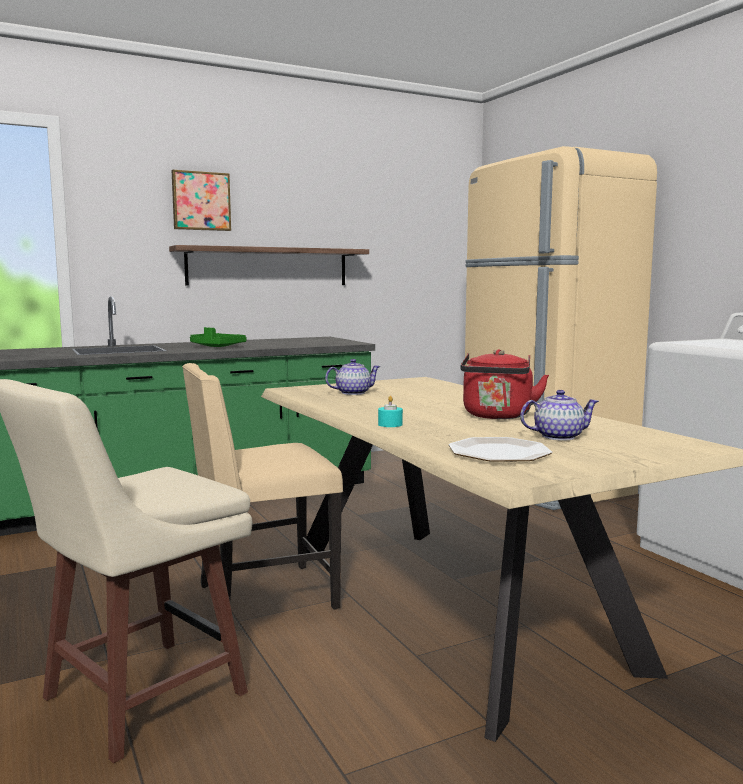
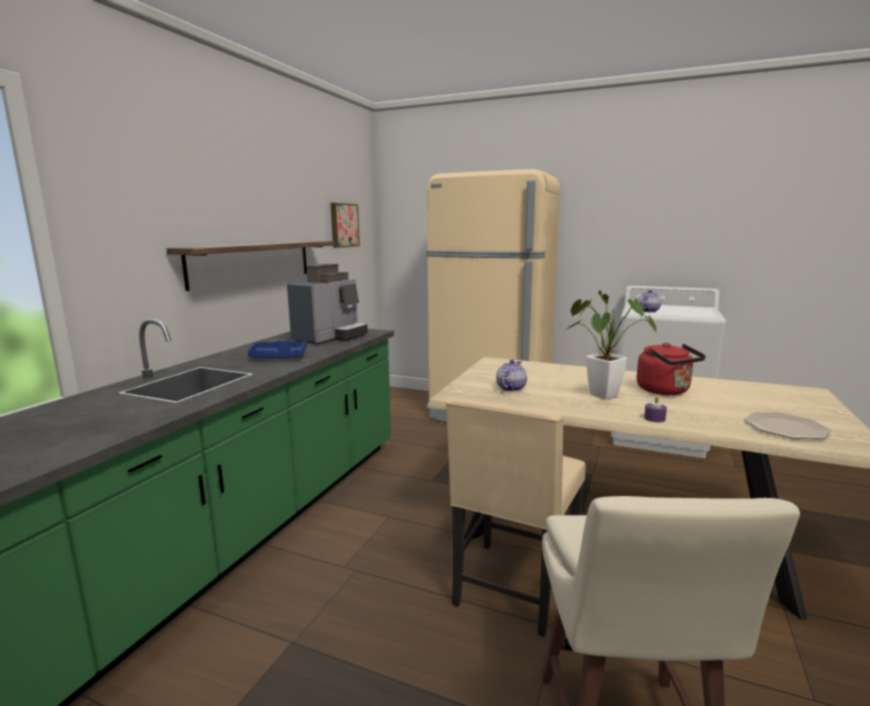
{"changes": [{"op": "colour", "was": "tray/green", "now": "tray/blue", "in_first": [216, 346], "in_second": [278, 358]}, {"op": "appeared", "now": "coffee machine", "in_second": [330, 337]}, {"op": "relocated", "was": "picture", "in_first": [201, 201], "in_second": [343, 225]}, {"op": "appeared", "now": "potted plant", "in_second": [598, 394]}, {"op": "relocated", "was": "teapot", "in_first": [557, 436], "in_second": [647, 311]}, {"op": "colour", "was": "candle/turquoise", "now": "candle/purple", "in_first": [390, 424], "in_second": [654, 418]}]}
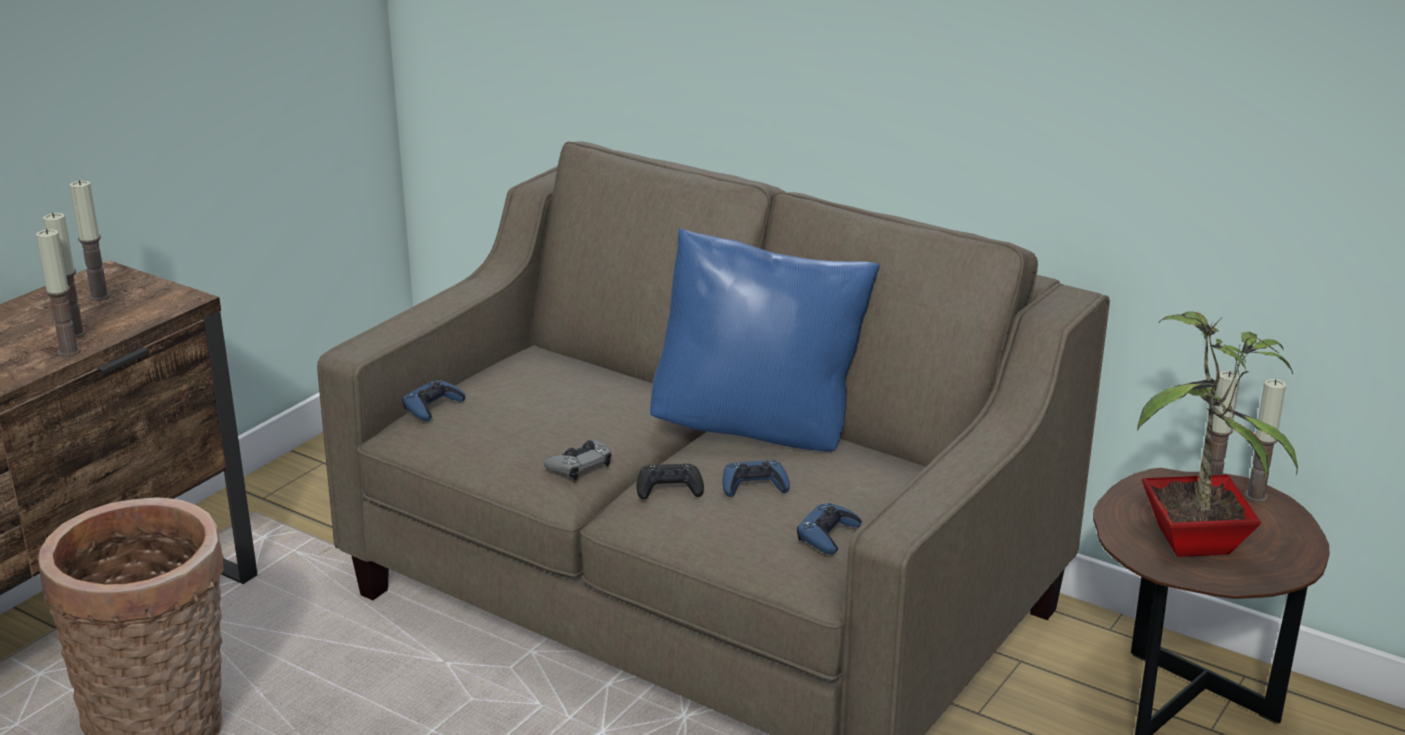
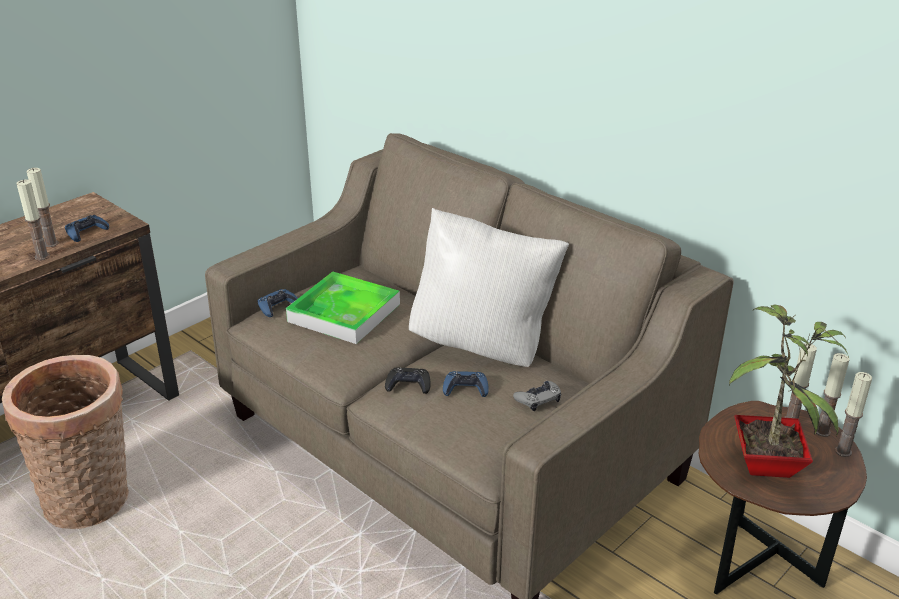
{"changes": [{"op": "relocated", "was": "game controller/blue", "in_first": [827, 535], "in_second": [86, 232]}, {"op": "appeared", "now": "tray", "in_second": [344, 313]}, {"op": "colour", "was": "pillow/blue", "now": "pillow/white", "in_first": [760, 431], "in_second": [484, 346]}, {"op": "relocated", "was": "game controller/grey", "in_first": [579, 465], "in_second": [538, 399]}, {"op": "relocated", "was": "candle", "in_first": [99, 296], "in_second": [843, 451]}]}
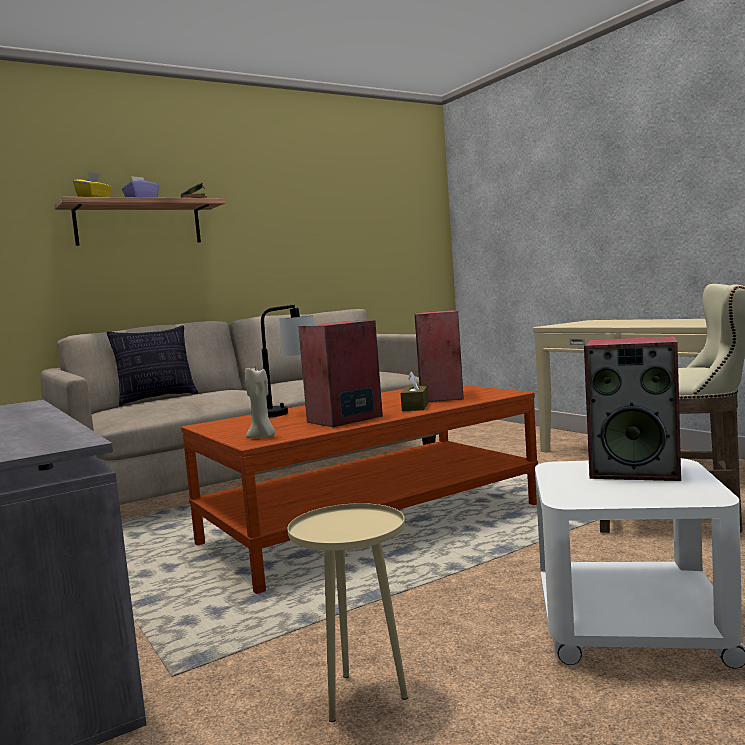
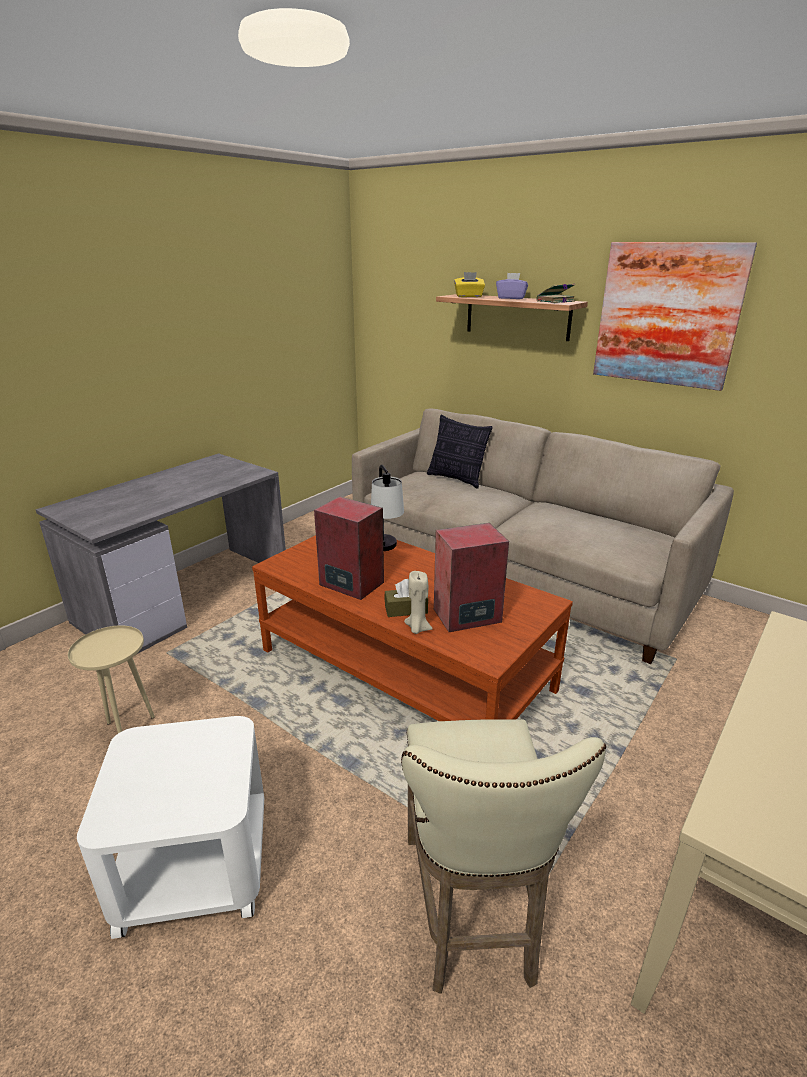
{"changes": [{"op": "relocated", "was": "candle/beige", "in_first": [262, 437], "in_second": [417, 628]}, {"op": "appeared", "now": "picture", "in_second": [667, 315]}, {"op": "missing", "was": "speaker", "in_first": [636, 470]}]}
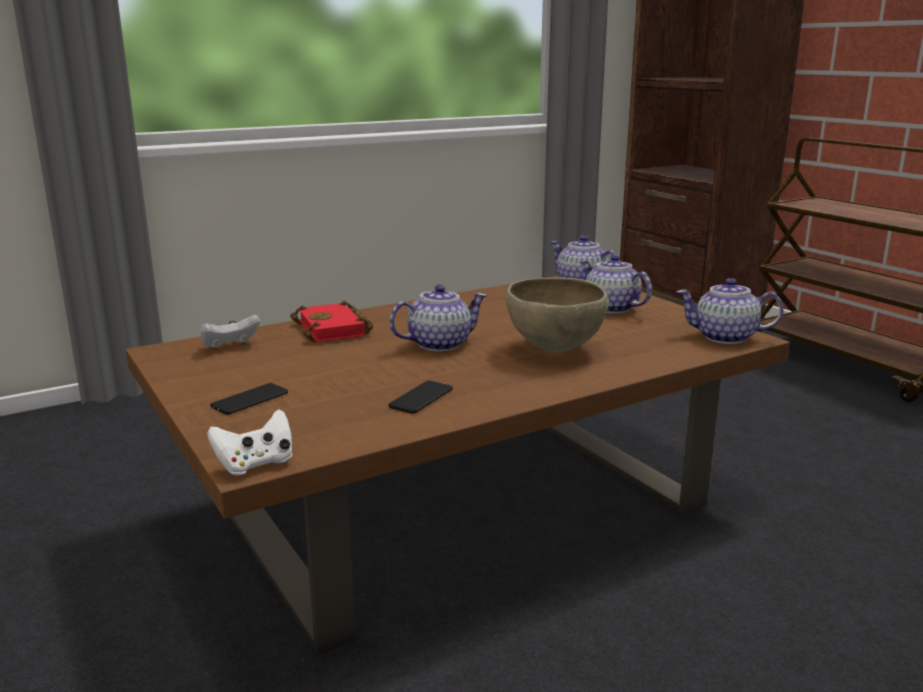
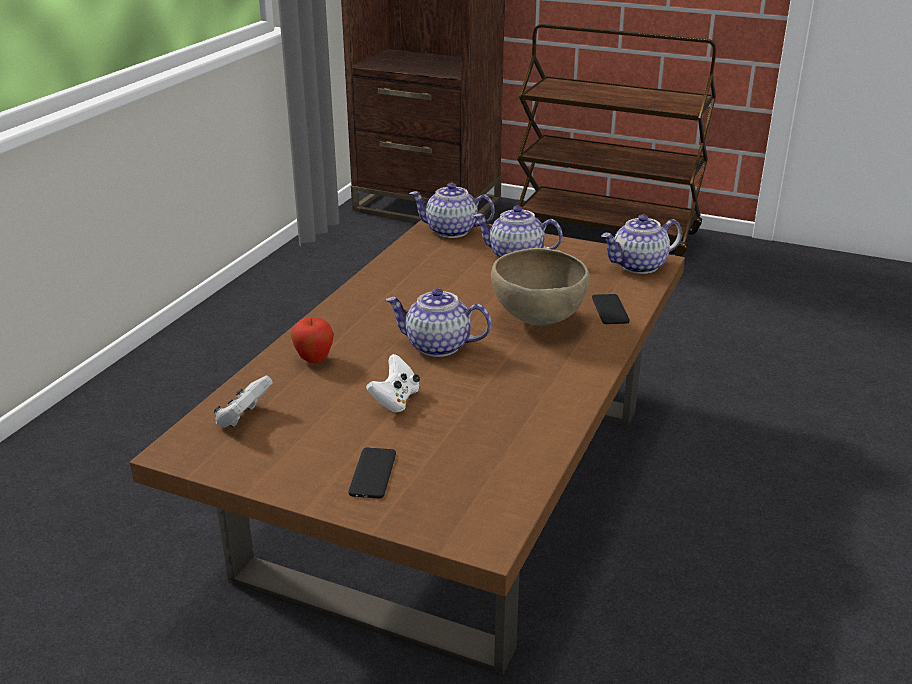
{"changes": [{"op": "exchanged", "was": "book/red", "now": "apple", "in_first": [335, 329], "in_second": [314, 360]}, {"op": "relocated", "was": "game controller/white", "in_first": [256, 464], "in_second": [395, 400]}, {"op": "spun", "was": "teapot", "in_first": [439, 344], "in_second": [437, 346], "clockwise": -105}, {"op": "relocated", "was": "phone", "in_first": [421, 398], "in_second": [610, 310]}]}
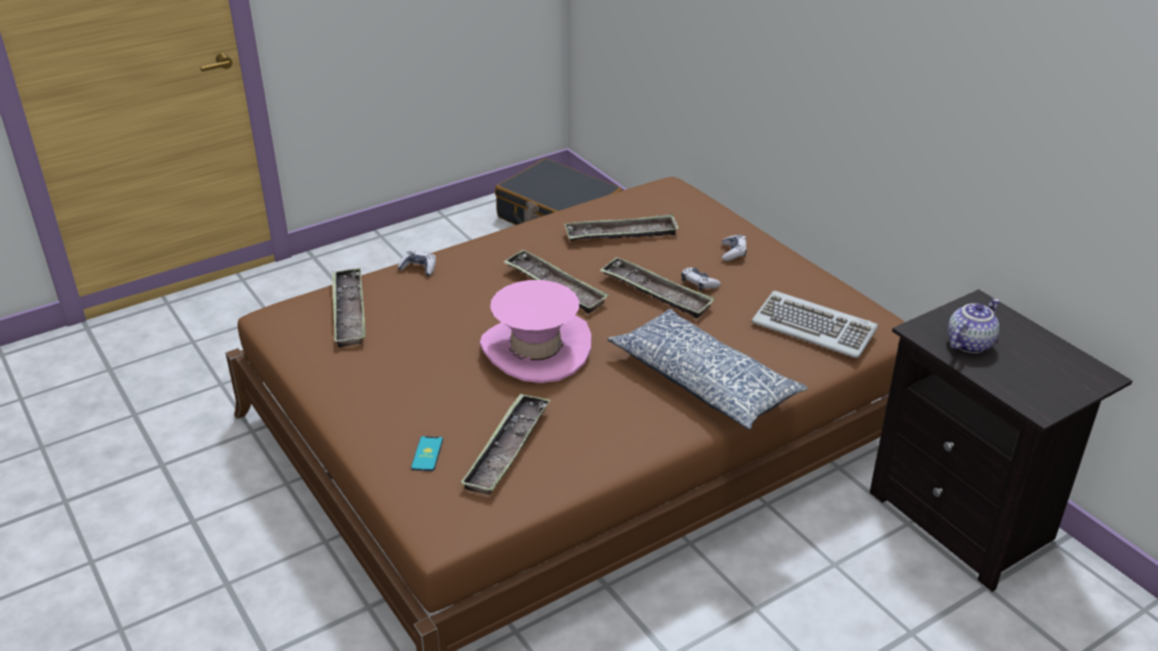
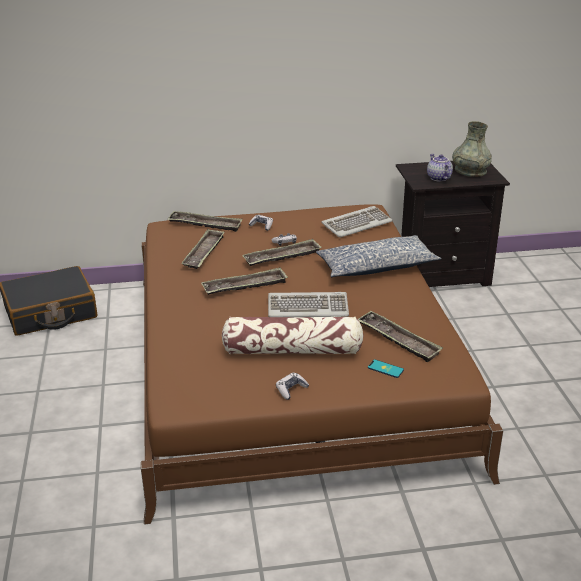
{"changes": [{"op": "relocated", "was": "tray", "in_first": [349, 312], "in_second": [205, 225]}, {"op": "appeared", "now": "pillow", "in_second": [293, 350]}, {"op": "exchanged", "was": "hat/pink", "now": "keyboard", "in_first": [536, 349], "in_second": [308, 307]}, {"op": "relocated", "was": "game controller", "in_first": [418, 268], "in_second": [291, 390]}, {"op": "appeared", "now": "vase/grey", "in_second": [470, 171]}]}
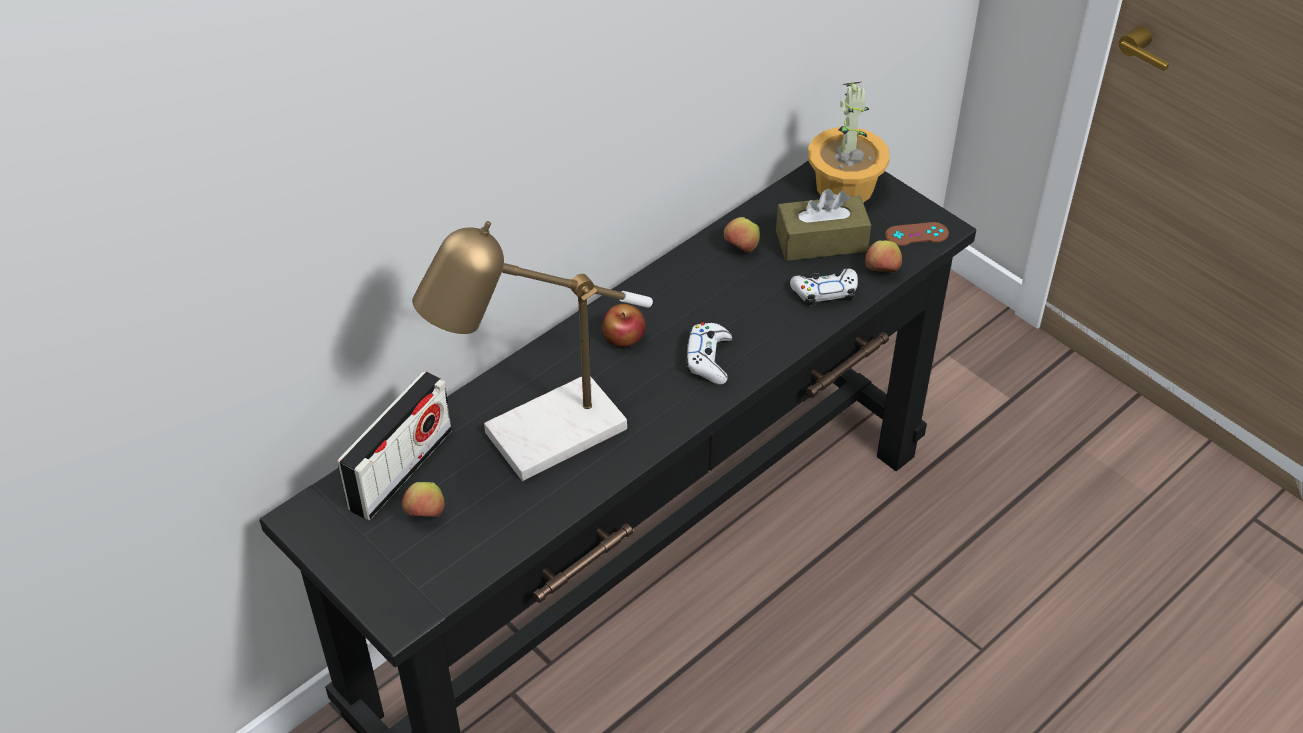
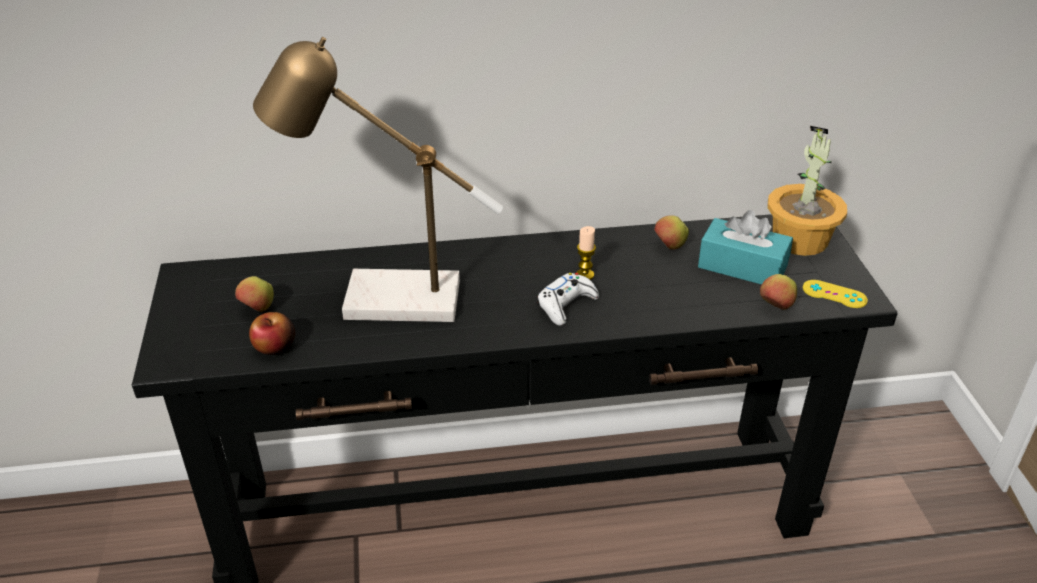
{"changes": [{"op": "relocated", "was": "apple", "in_first": [624, 337], "in_second": [275, 347]}, {"op": "appeared", "now": "candle", "in_second": [585, 275]}, {"op": "colour", "was": "tissue box/brown", "now": "tissue box/turquoise", "in_first": [821, 241], "in_second": [742, 267]}, {"op": "colour", "was": "game controller/brown", "now": "game controller/yellow", "in_first": [916, 234], "in_second": [834, 294]}, {"op": "missing", "was": "radio", "in_first": [400, 469]}, {"op": "missing", "was": "game controller/white", "in_first": [824, 291]}]}
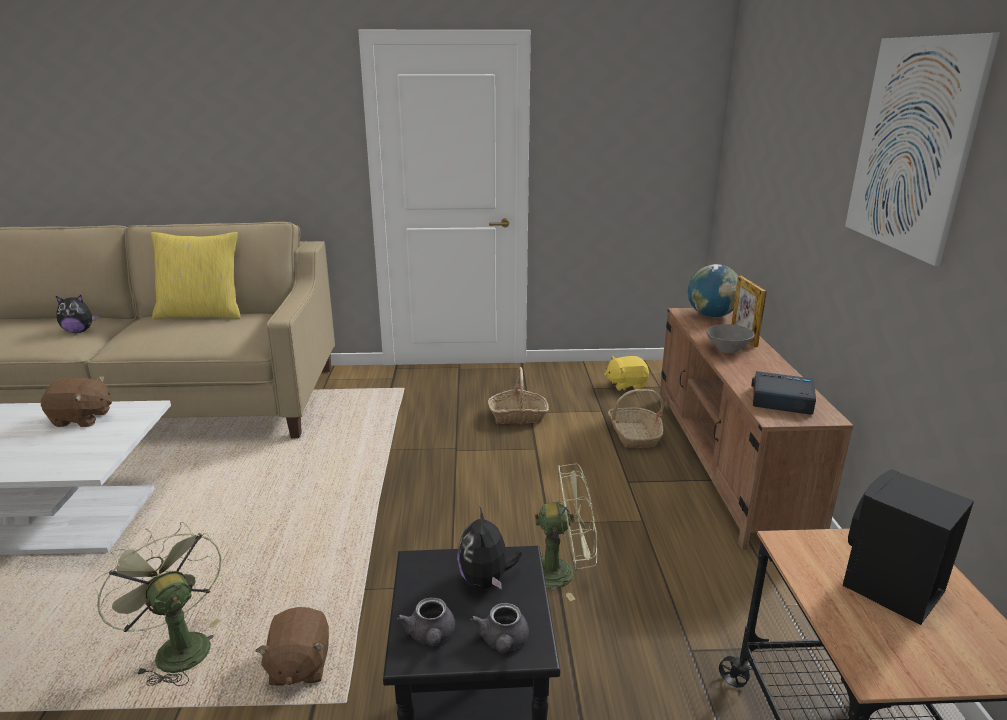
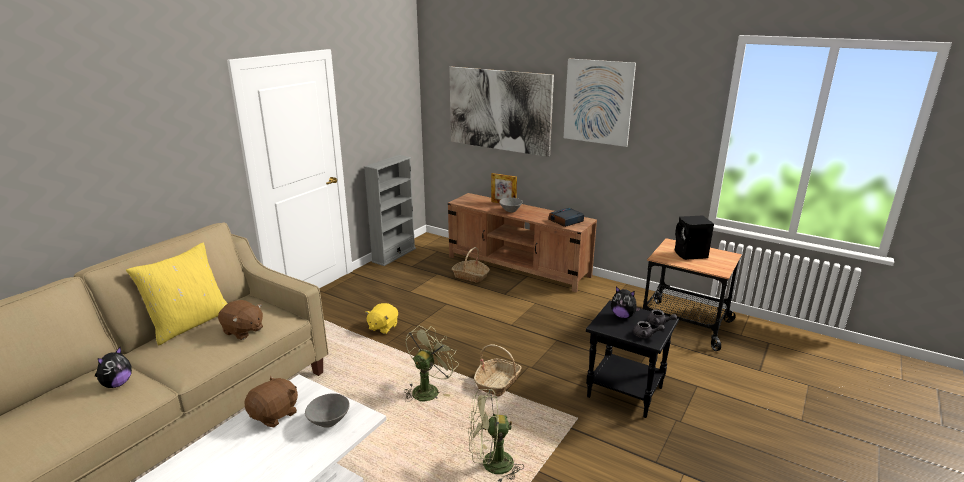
{"changes": [{"op": "relocated", "was": "plush toy/brown", "in_first": [299, 666], "in_second": [243, 331]}, {"op": "appeared", "now": "bowl/grey", "in_second": [328, 421]}, {"op": "appeared", "now": "bookcase/grey", "in_second": [394, 255]}, {"op": "relocated", "was": "plush toy/yellow", "in_first": [625, 385], "in_second": [382, 327]}, {"op": "relocated", "was": "fan/green", "in_first": [562, 572], "in_second": [428, 389]}, {"op": "appeared", "now": "picture", "in_second": [499, 110]}, {"op": "relocated", "was": "basket", "in_first": [518, 416], "in_second": [498, 382]}, {"op": "missing", "was": "globe", "in_first": [711, 315]}]}
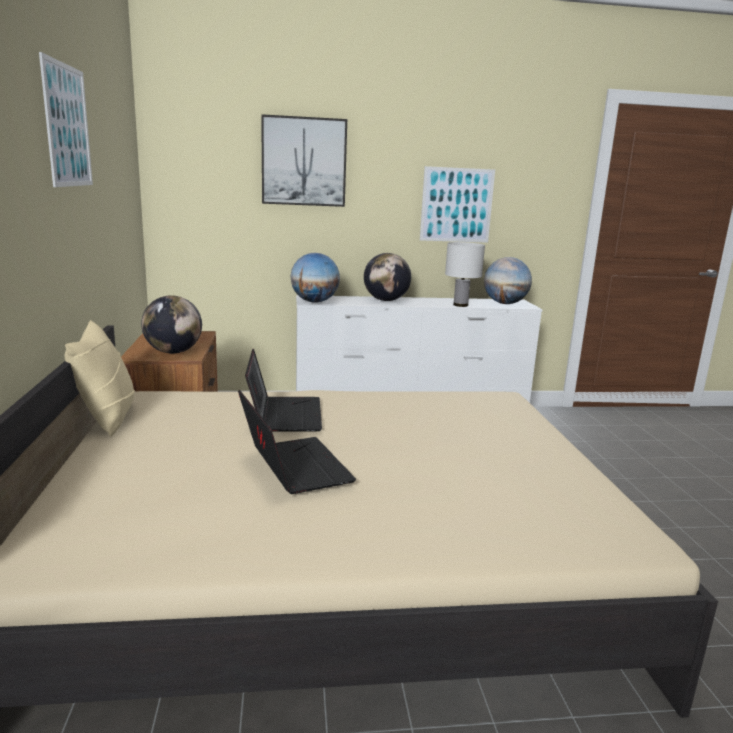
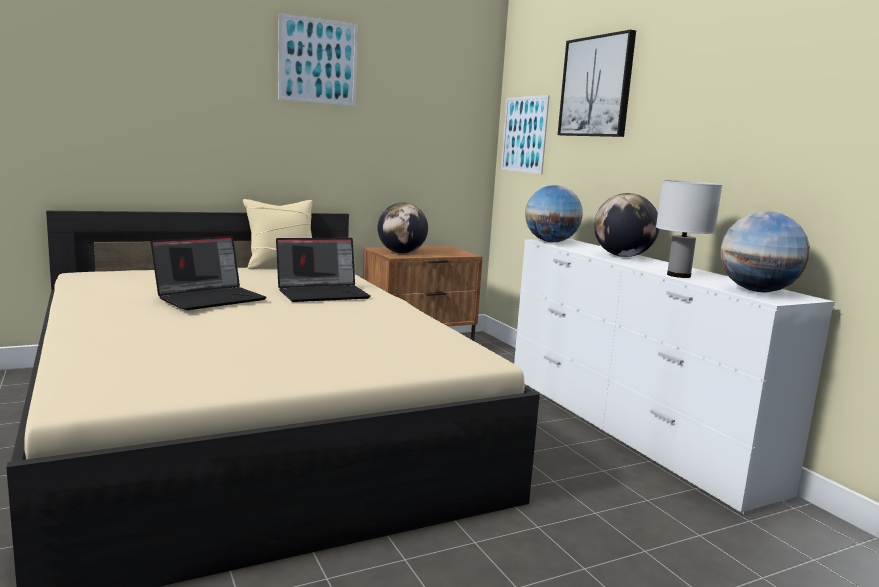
{"changes": [{"op": "relocated", "was": "picture", "in_first": [456, 205], "in_second": [524, 134]}]}
